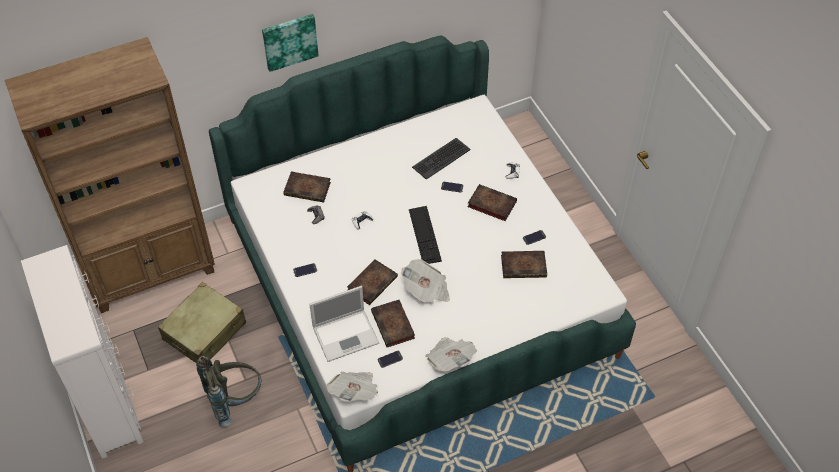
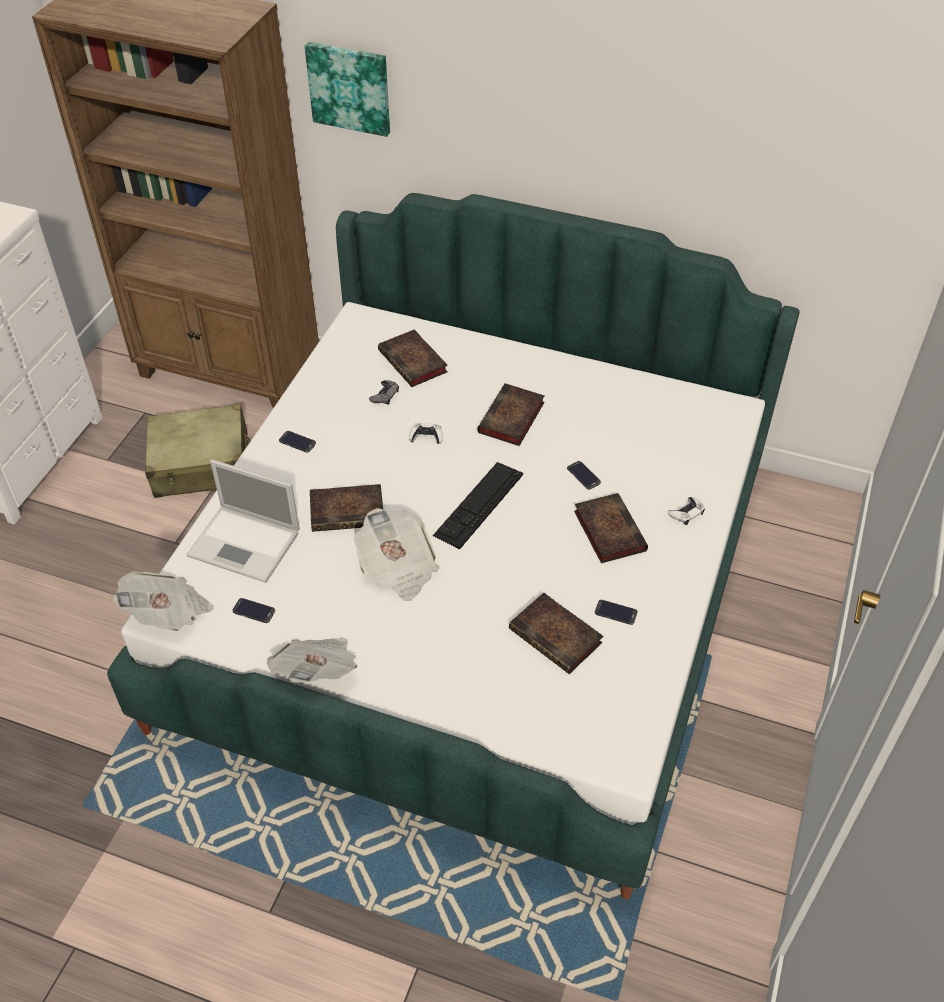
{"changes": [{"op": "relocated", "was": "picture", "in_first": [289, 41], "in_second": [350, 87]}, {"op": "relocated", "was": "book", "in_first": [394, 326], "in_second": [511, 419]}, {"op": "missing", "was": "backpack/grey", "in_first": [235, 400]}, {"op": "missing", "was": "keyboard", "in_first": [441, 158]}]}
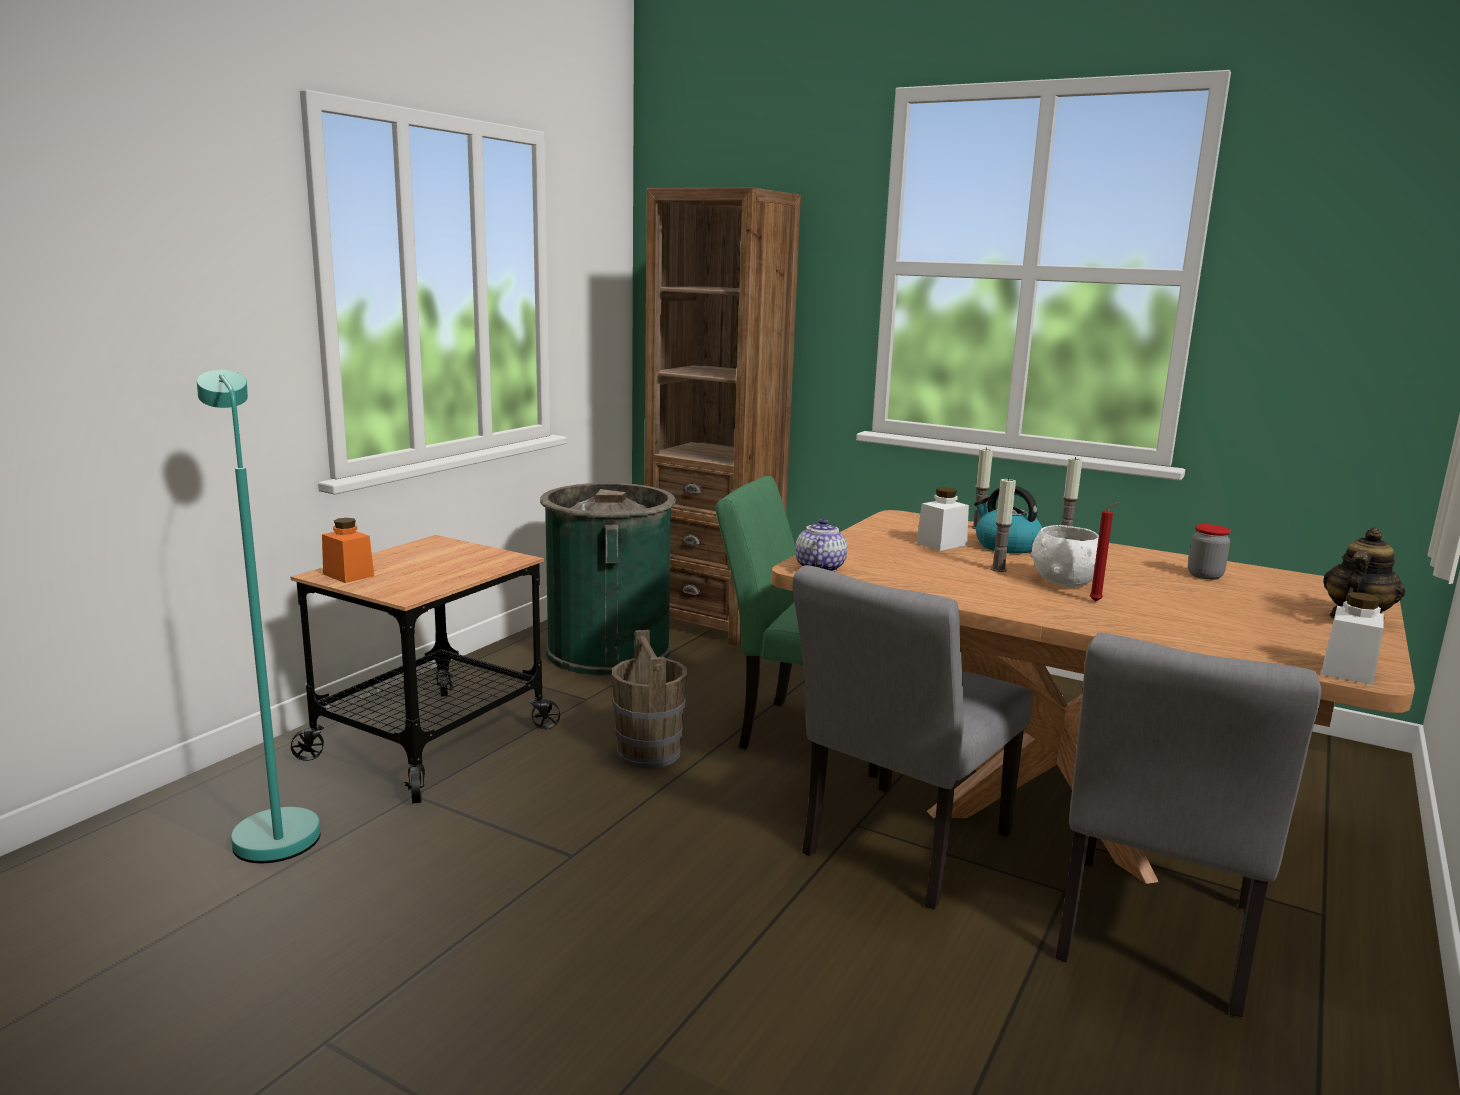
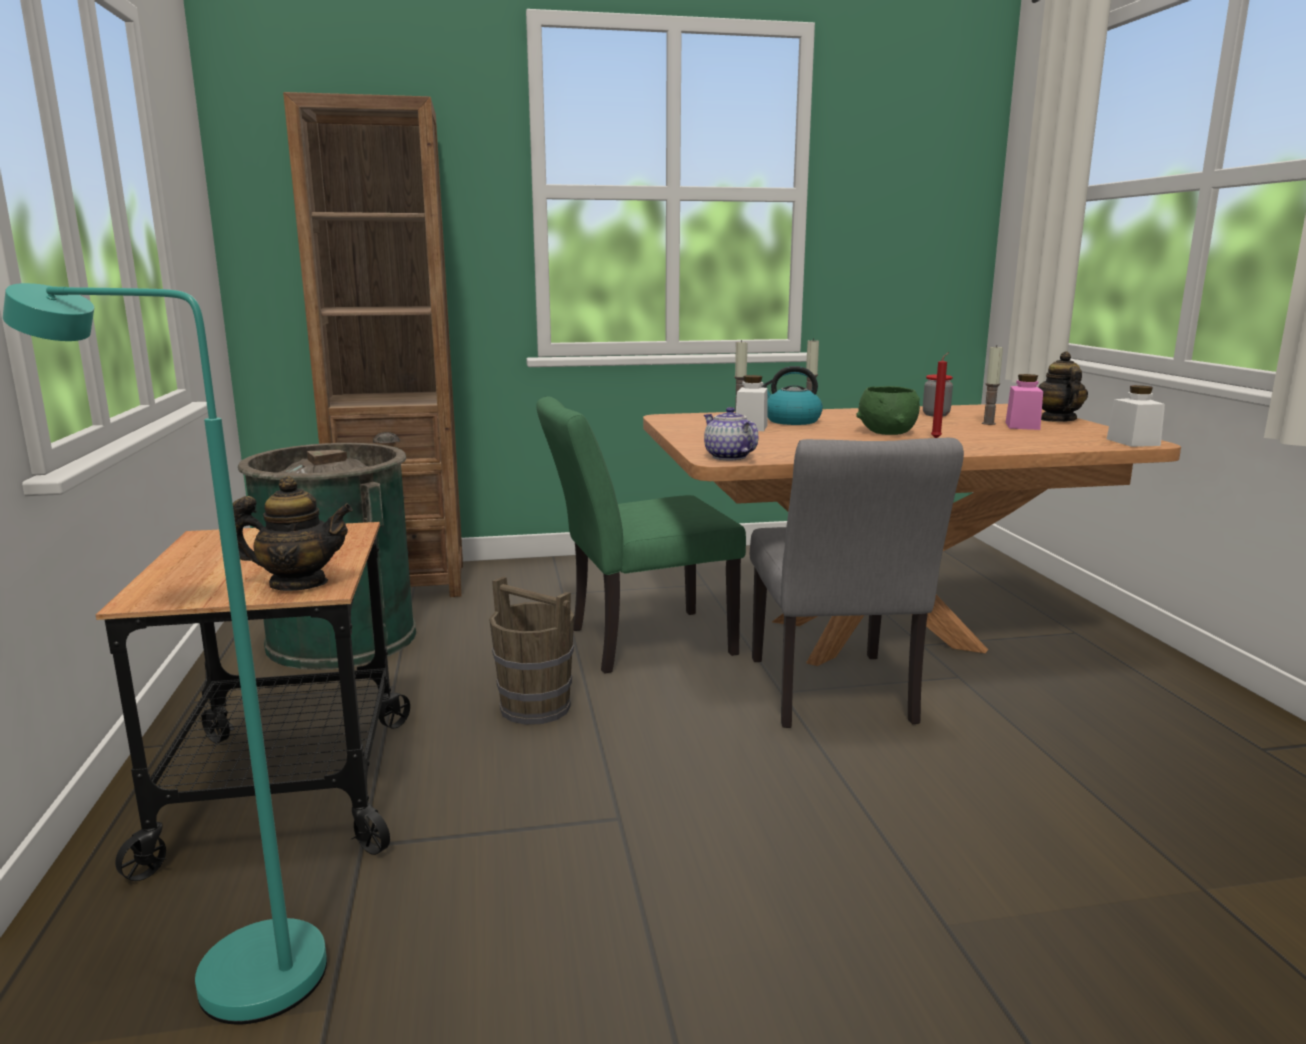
{"changes": [{"op": "appeared", "now": "teapot", "in_second": [298, 584]}, {"op": "colour", "was": "bowl/white", "now": "bowl/green", "in_first": [1064, 581], "in_second": [887, 432]}, {"op": "relocated", "was": "candle", "in_first": [998, 569], "in_second": [988, 423]}, {"op": "appeared", "now": "jar/pink", "in_second": [1022, 426]}, {"op": "missing", "was": "jar/orange", "in_first": [348, 575]}, {"op": "missing", "was": "chair/grey", "in_first": [1152, 942]}]}
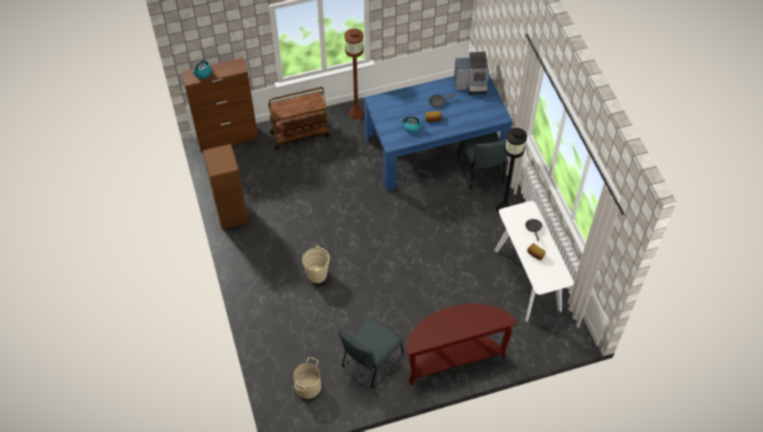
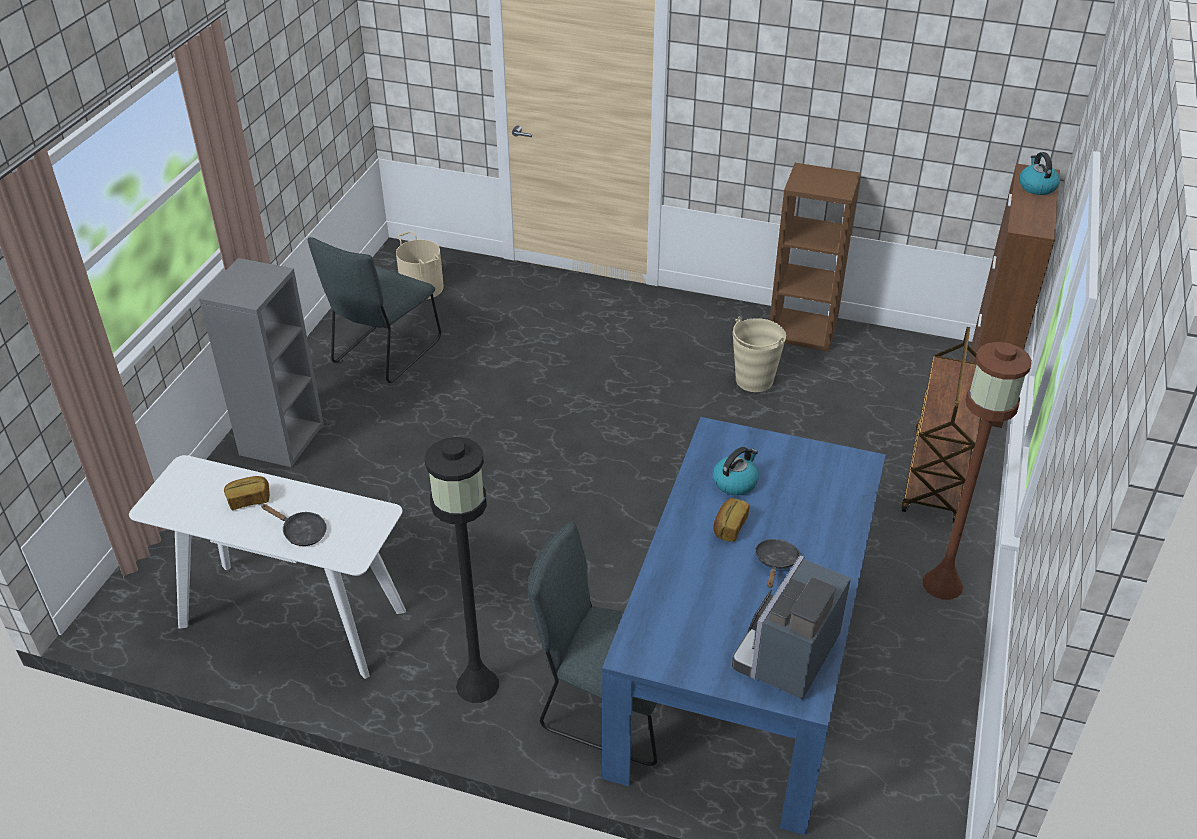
{"changes": [{"op": "exchanged", "was": "console table/brown", "now": "bookcase/grey", "in_first": [453, 358], "in_second": [281, 438]}, {"op": "spun", "was": "chair/grey", "in_first": [370, 363], "in_second": [383, 354], "clockwise": -135}, {"op": "relocated", "was": "bucket/beige", "in_first": [317, 275], "in_second": [753, 380]}]}
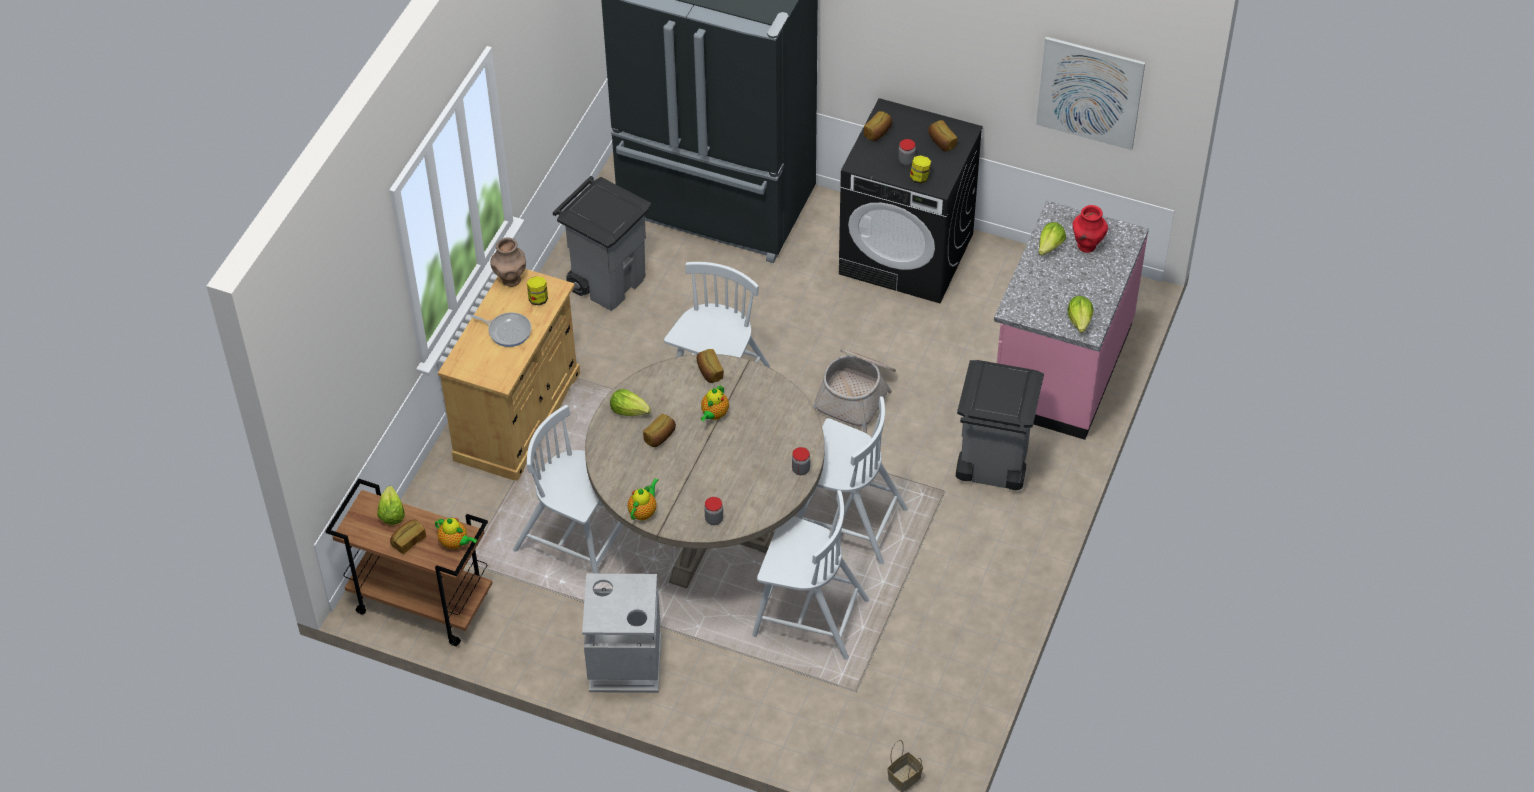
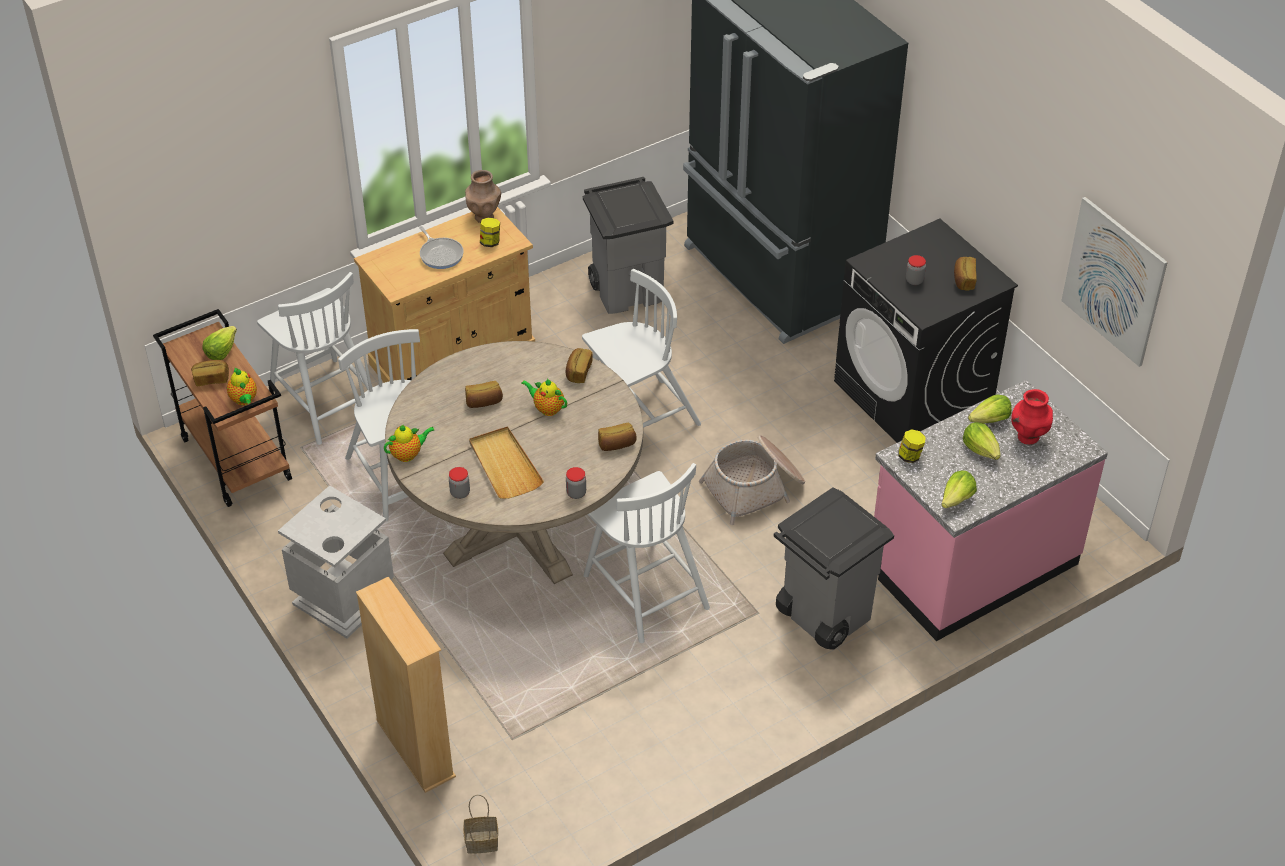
{"changes": [{"op": "relocated", "was": "chair/white", "in_first": [808, 616], "in_second": [325, 400]}, {"op": "appeared", "now": "bookcase/beige", "in_second": [415, 749]}, {"op": "appeared", "now": "tray/beige", "in_second": [504, 465]}, {"op": "spun", "was": "teapot", "in_first": [714, 415], "in_second": [547, 408], "clockwise": 60}, {"op": "relocated", "was": "bread", "in_first": [878, 132], "in_second": [617, 445]}, {"op": "relocated", "was": "jar", "in_first": [919, 178], "in_second": [910, 456]}, {"op": "relocated", "was": "lettuce", "in_first": [630, 410], "in_second": [981, 449]}]}
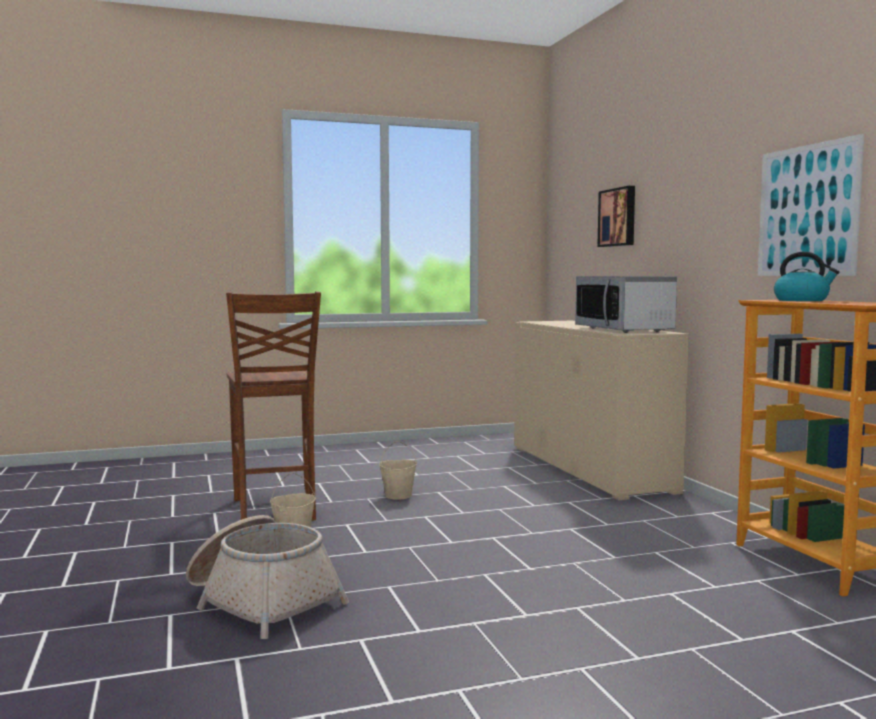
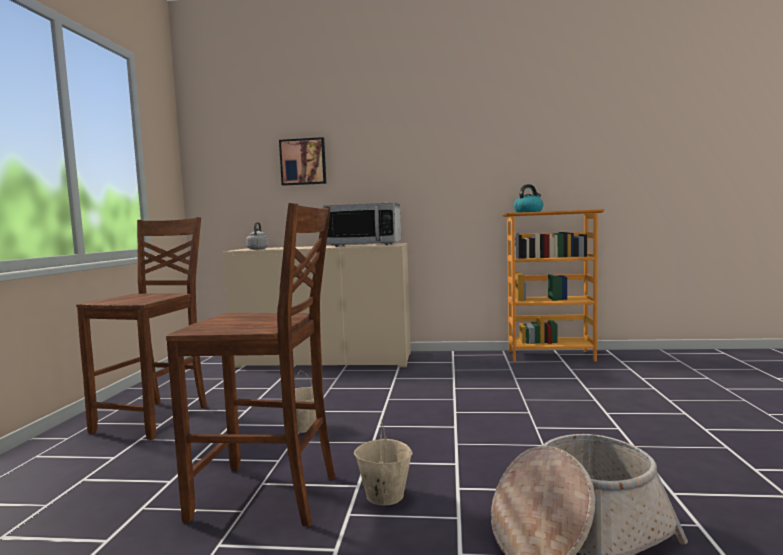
{"changes": [{"op": "appeared", "now": "chair/brown", "in_second": [155, 418]}, {"op": "appeared", "now": "kettle/grey", "in_second": [258, 249]}, {"op": "missing", "was": "picture", "in_first": [807, 210]}]}
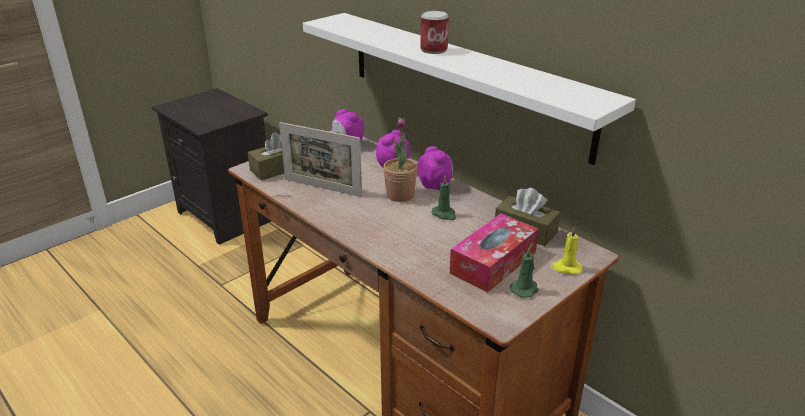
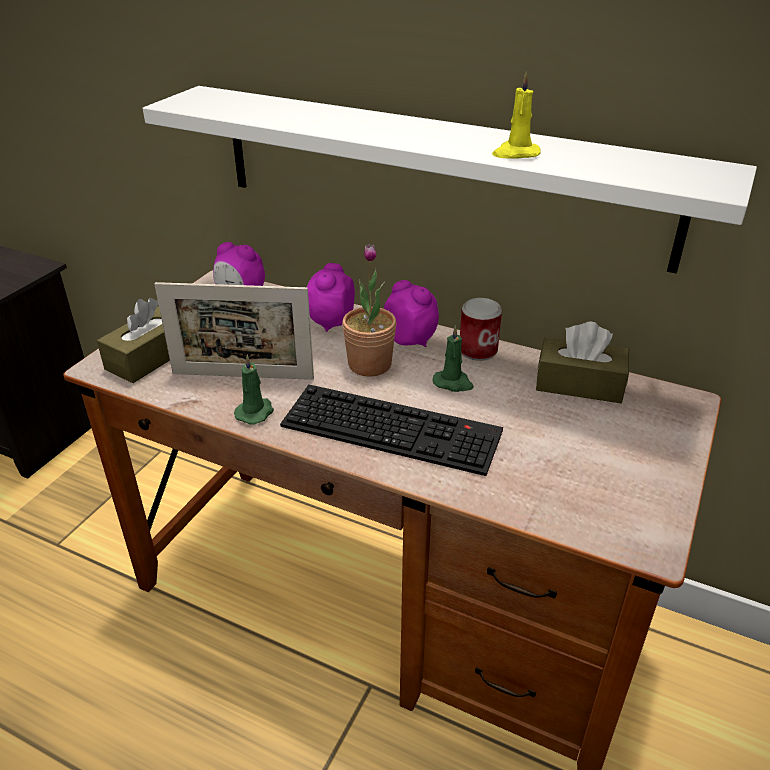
{"changes": [{"op": "relocated", "was": "candle/green", "in_first": [525, 289], "in_second": [255, 412]}, {"op": "appeared", "now": "keyboard", "in_second": [394, 428]}, {"op": "relocated", "was": "can", "in_first": [433, 50], "in_second": [478, 350]}, {"op": "relocated", "was": "candle/yellow", "in_first": [566, 268], "in_second": [515, 154]}, {"op": "missing", "was": "tissue box", "in_first": [493, 263]}]}
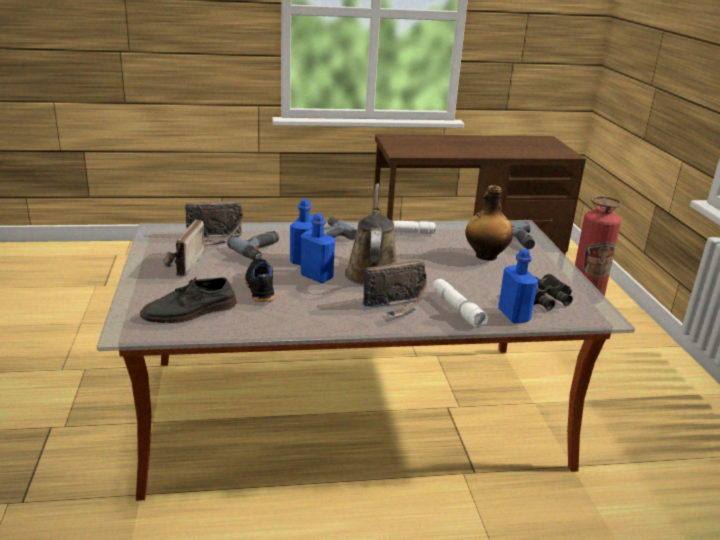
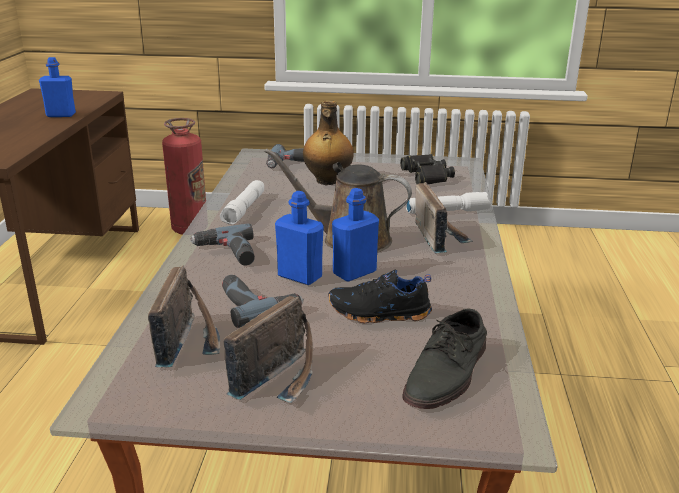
{"changes": [{"op": "relocated", "was": "bottle/blue", "in_first": [513, 315], "in_second": [61, 115]}, {"op": "spun", "was": "radio", "in_first": [181, 265], "in_second": [281, 377], "clockwise": -75}, {"op": "spun", "was": "shoe/grey", "in_first": [190, 311], "in_second": [448, 373], "clockwise": 45}]}
